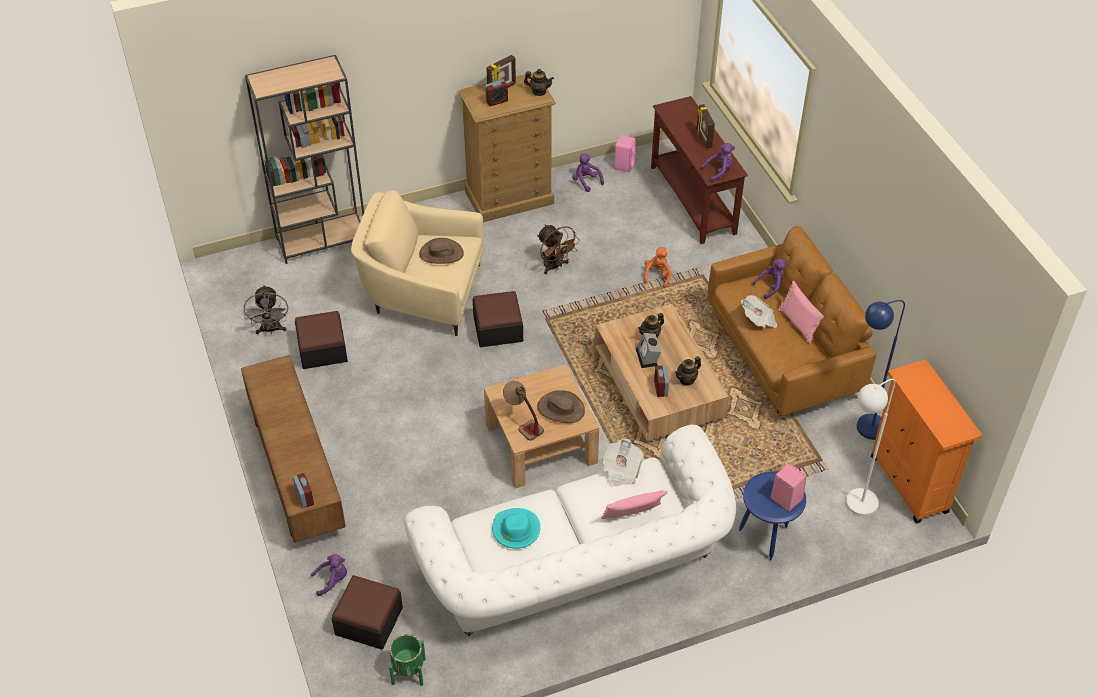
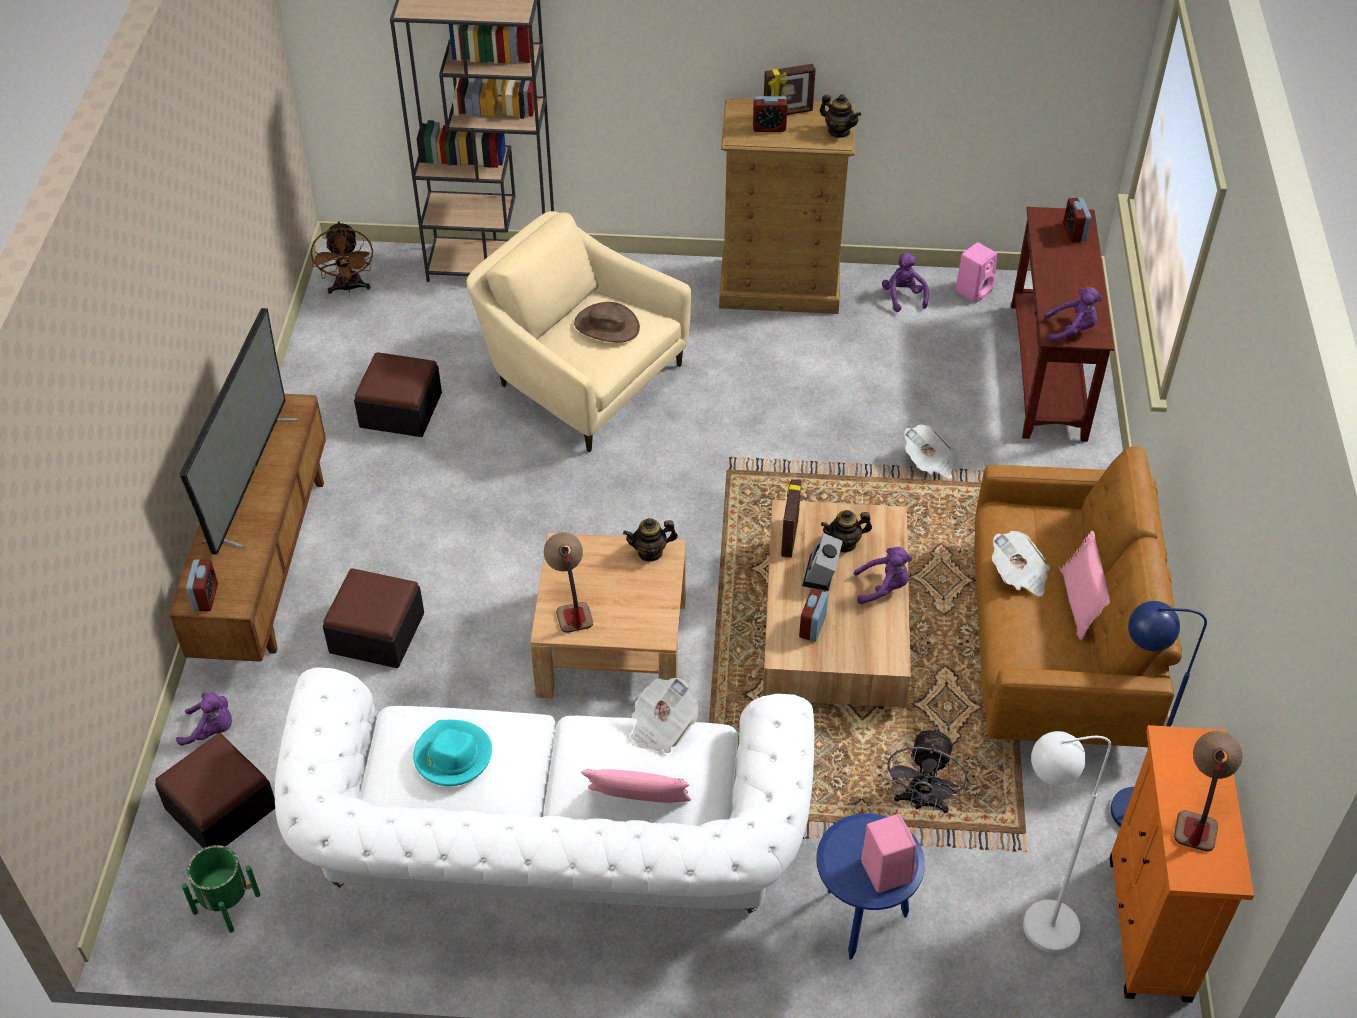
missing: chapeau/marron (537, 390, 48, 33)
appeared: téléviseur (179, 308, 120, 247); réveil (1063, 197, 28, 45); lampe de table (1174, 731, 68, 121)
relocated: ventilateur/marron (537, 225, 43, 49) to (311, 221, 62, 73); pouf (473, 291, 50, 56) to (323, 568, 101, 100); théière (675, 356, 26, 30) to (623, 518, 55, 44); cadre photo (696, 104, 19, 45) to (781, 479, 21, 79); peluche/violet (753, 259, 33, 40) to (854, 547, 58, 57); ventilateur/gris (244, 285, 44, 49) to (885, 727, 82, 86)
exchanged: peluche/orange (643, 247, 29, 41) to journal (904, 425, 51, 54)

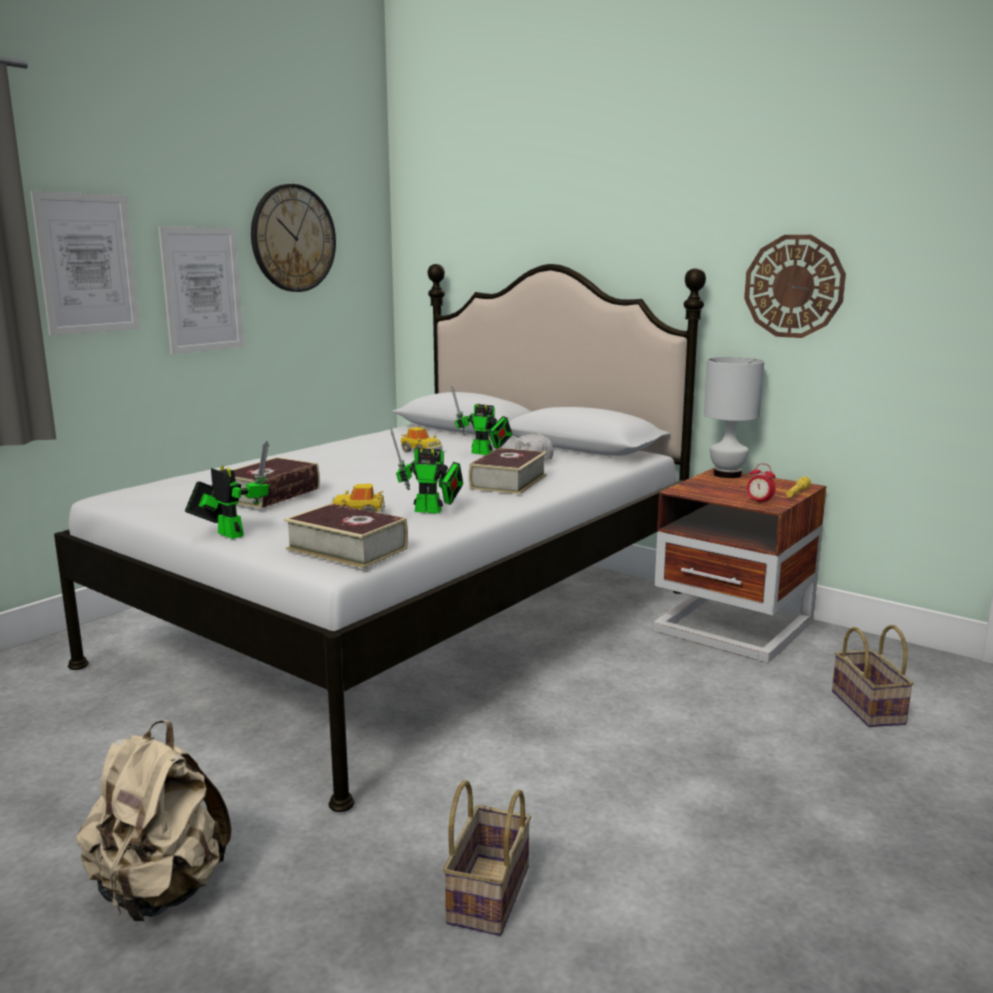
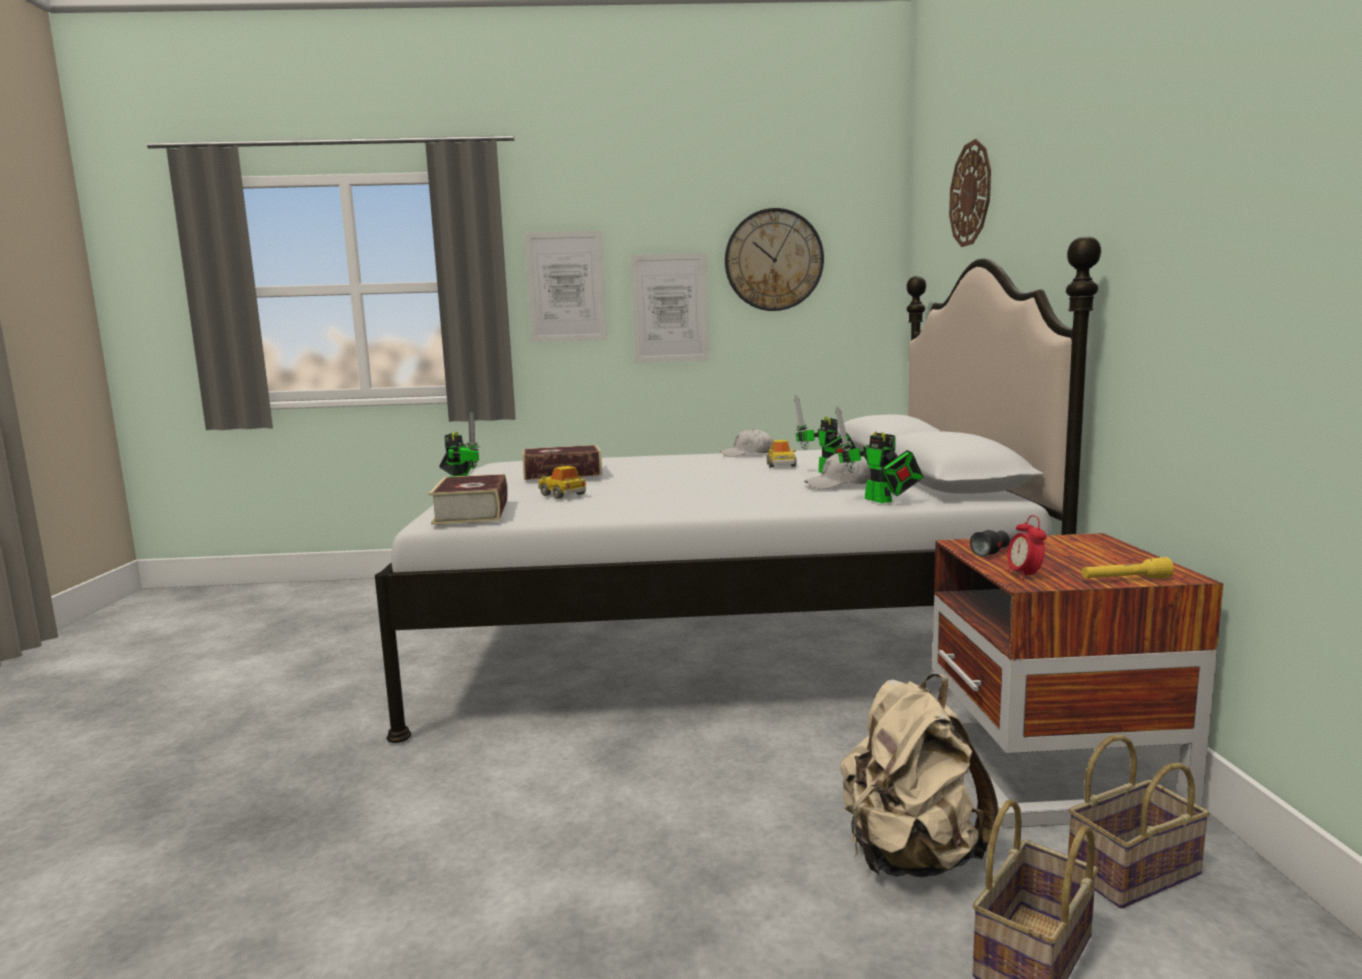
missing: livre (468, 448, 79, 46); lampe de table/blanc (704, 357, 60, 121)
appeared: casquette/blanc (721, 428, 52, 29); lampe de poche (970, 527, 58, 30)
relocated: robot jouet (390, 428, 73, 86) to (835, 406, 88, 97); sac à dos/beige (76, 720, 156, 201) to (840, 674, 158, 203); horloge murale (744, 235, 102, 103) to (949, 139, 42, 108); panier (443, 780, 88, 156) to (1068, 735, 142, 174)

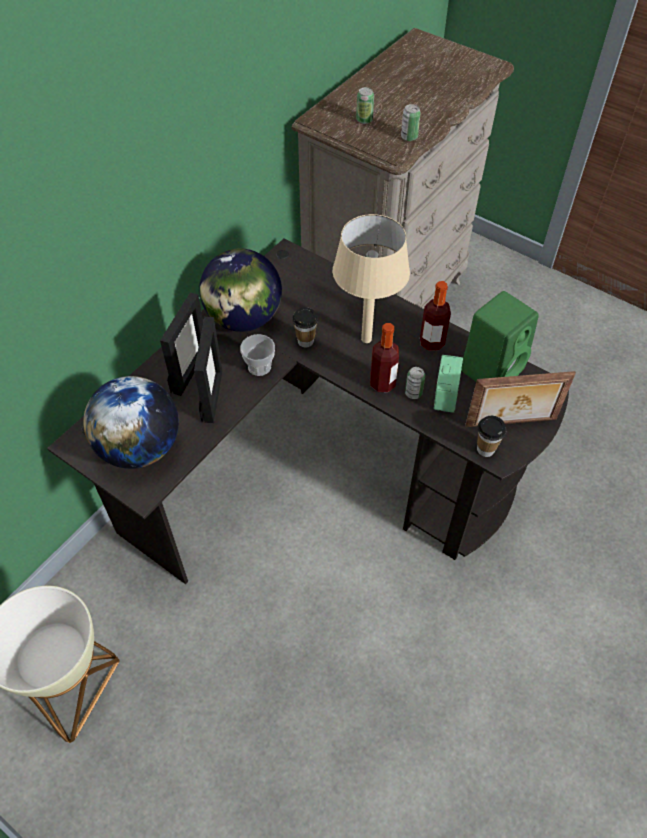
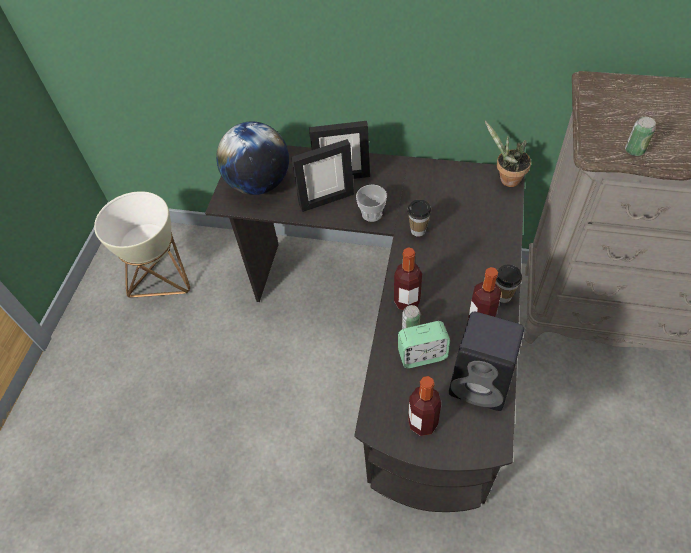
missing: globe (199, 248, 83, 84); lampe de table/beige (333, 214, 77, 129); boîte métallique (356, 87, 18, 37)
appeared: plante en pot (485, 121, 46, 66)
relocated: tasse (477, 416, 30, 41) to (495, 265, 27, 38)
exchanged: cadre photo (465, 371, 111, 56) to bouteille (408, 376, 33, 60)
colour: enceinte/vert (461, 291, 78, 91) to enceinte/noir (449, 312, 75, 99)

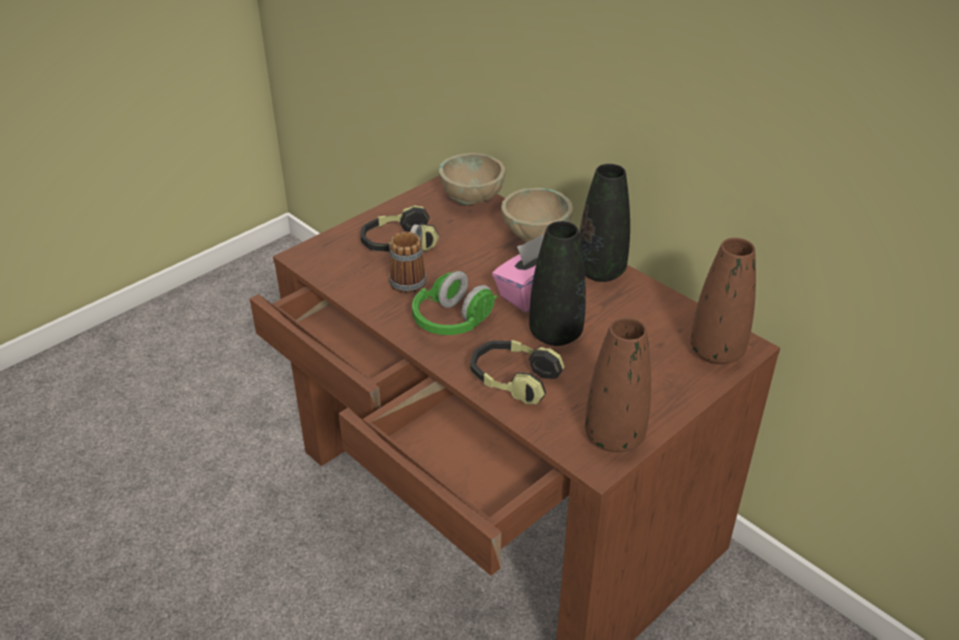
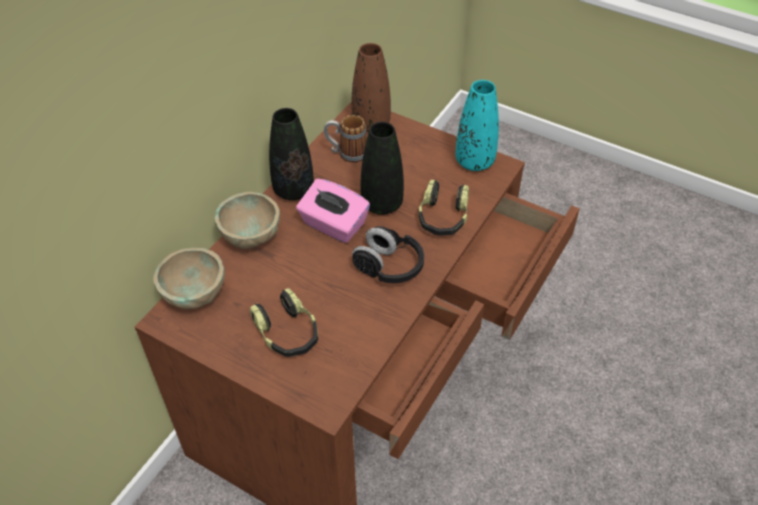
relocated: mug (389, 224, 37, 70) to (324, 115, 43, 48)
colour: casque audio/vert (412, 271, 85, 64) to casque audio/noir (352, 226, 72, 57); vase/marron (585, 317, 66, 135) to vase/turquoise (456, 80, 43, 91)

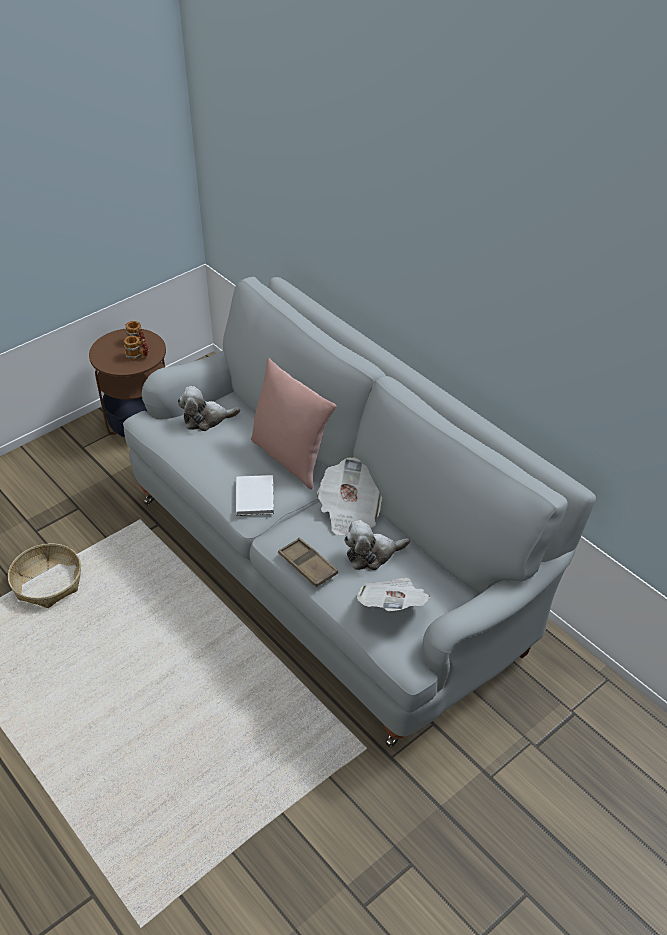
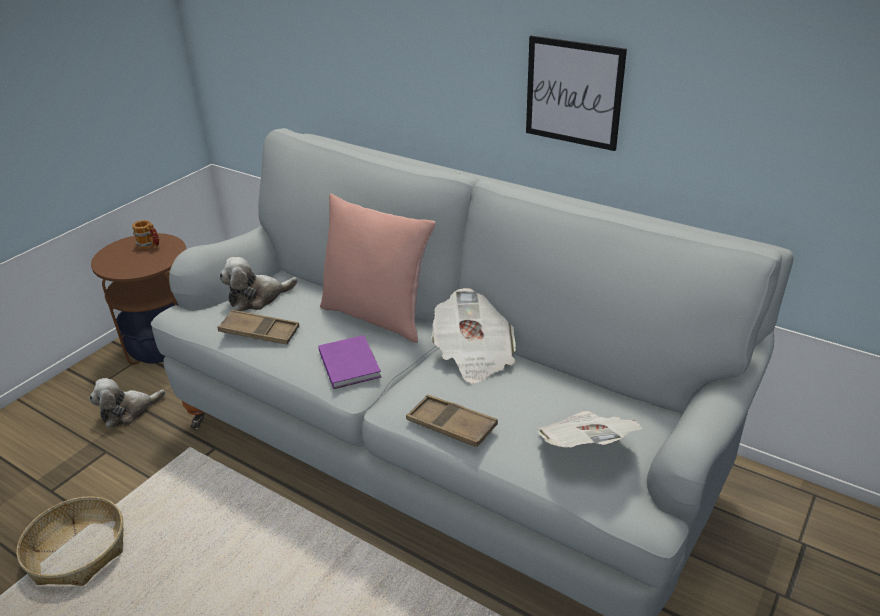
missing: mug (124, 336, 25, 25)
appeared: plateau/marron (218, 310, 81, 35); tableau (526, 36, 101, 115)
relocated: peluche (344, 520, 66, 50) to (89, 378, 77, 50)
colour: livre/blanc (236, 475, 38, 41) to livre/violet (318, 335, 63, 54)

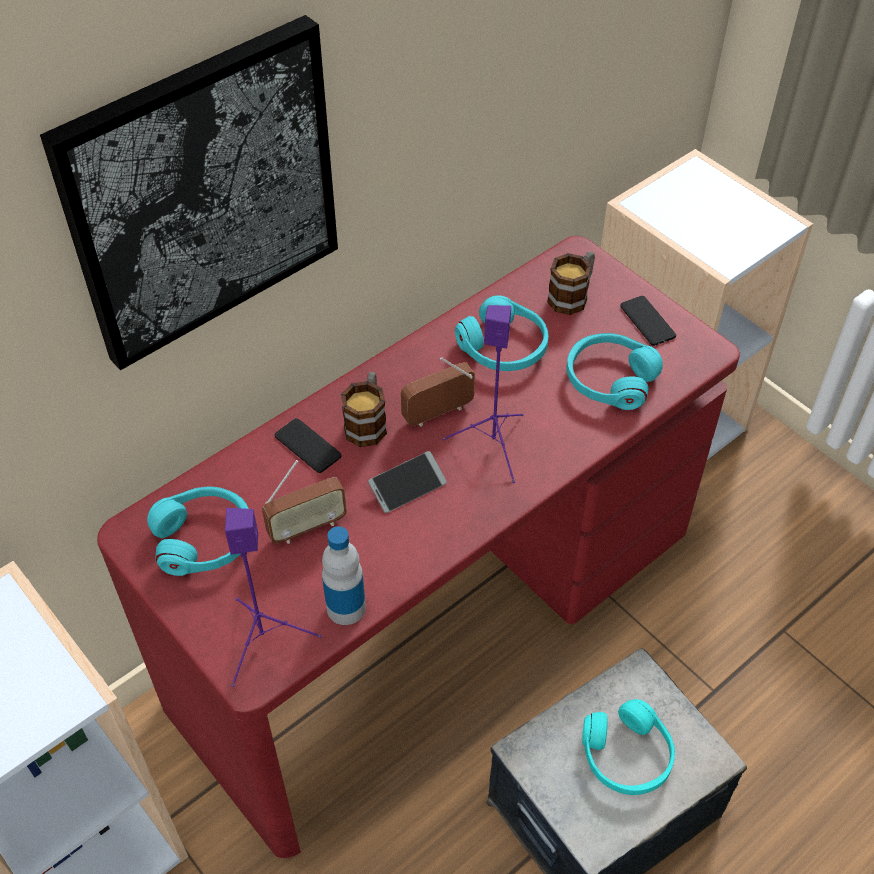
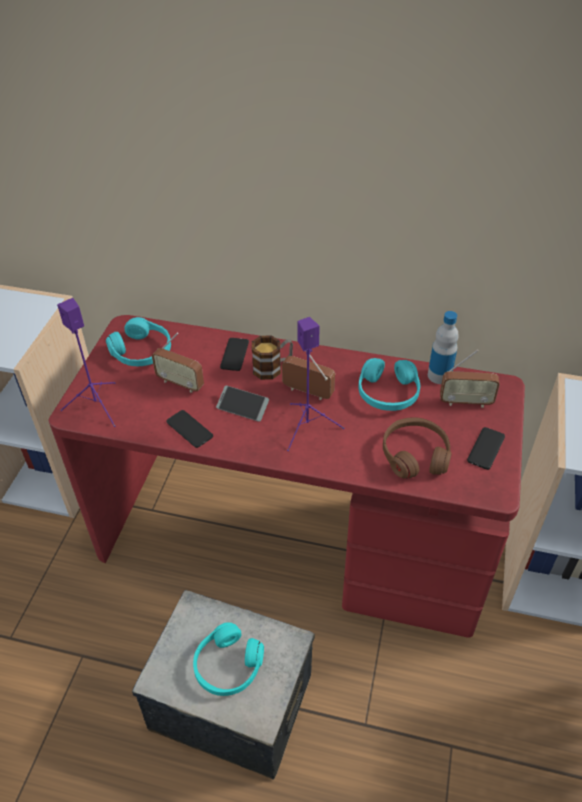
missing: tableau (40, 15, 298, 355)
appeared: téléphone (167, 410, 46, 38)
relocated: bouteille (322, 526, 44, 99) to (428, 311, 31, 73)
exchanged: mug (547, 251, 48, 64) to radio (440, 350, 60, 58)
colour: casque audio/turquoise (567, 333, 96, 77) to casque audio/marron (383, 417, 69, 62)

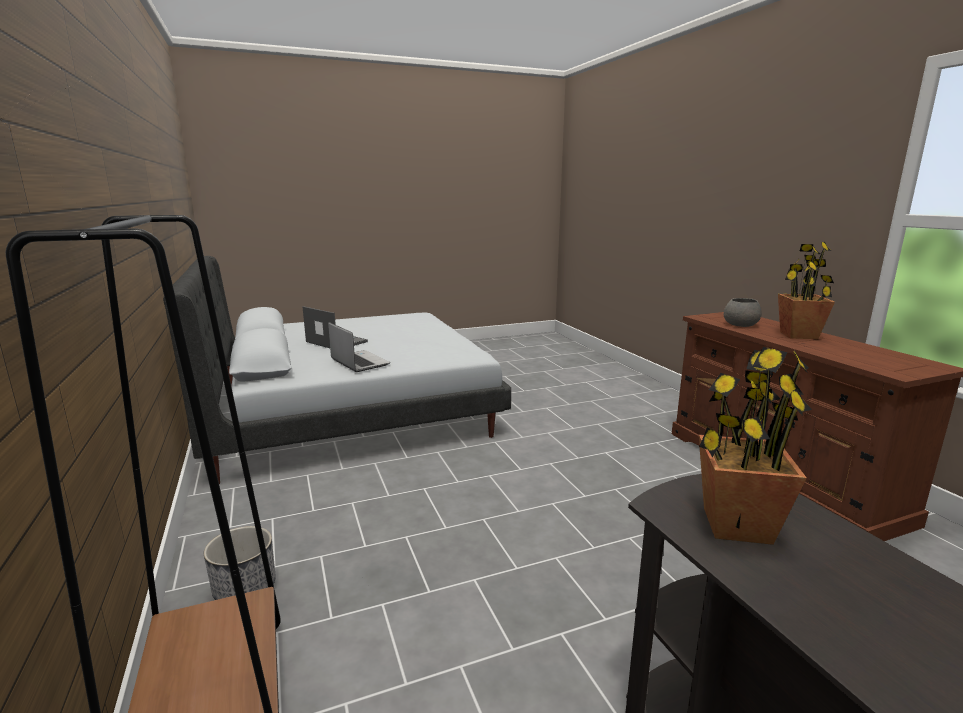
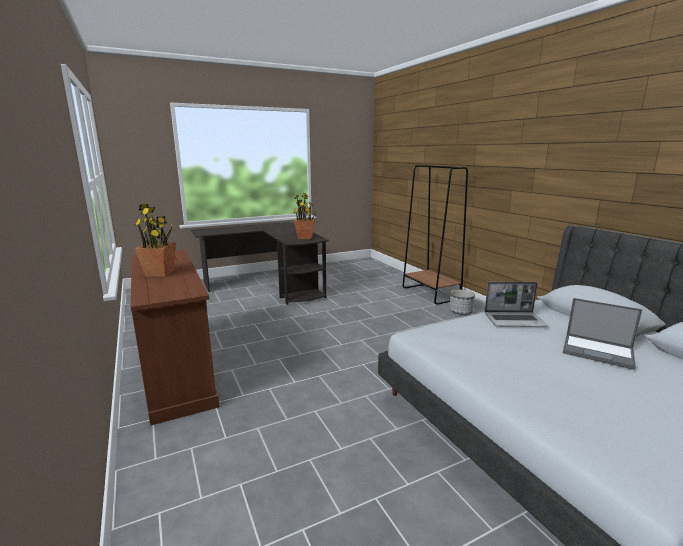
missing: bol/gris (724, 298, 38, 29)
spun: ordinateur portable (328, 322, 62, 50) = (484, 282, 64, 45) 45 degrees counterclockwise

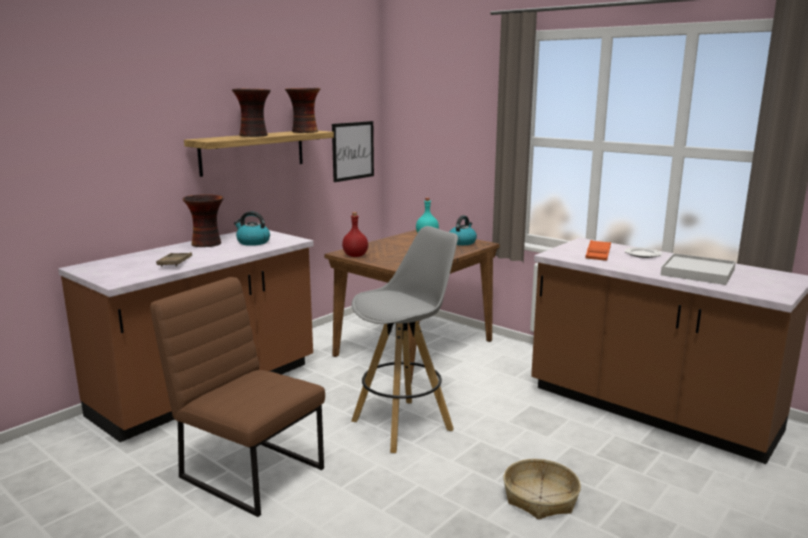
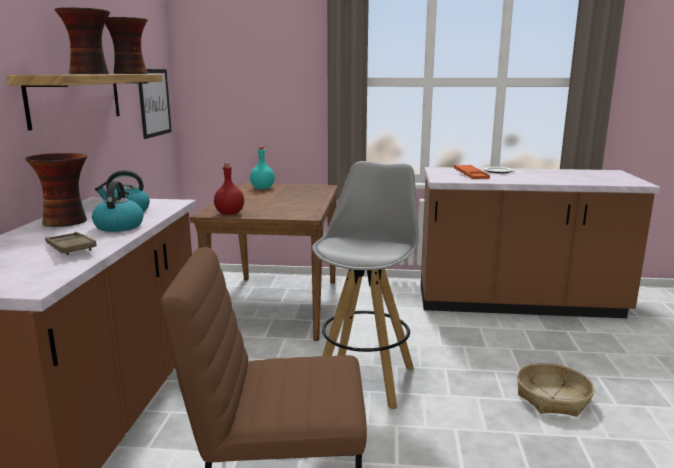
missing: plateau/blanc (661, 253, 75, 32)
relocated: bouilloire (449, 215, 28, 30) to (92, 181, 52, 51)

